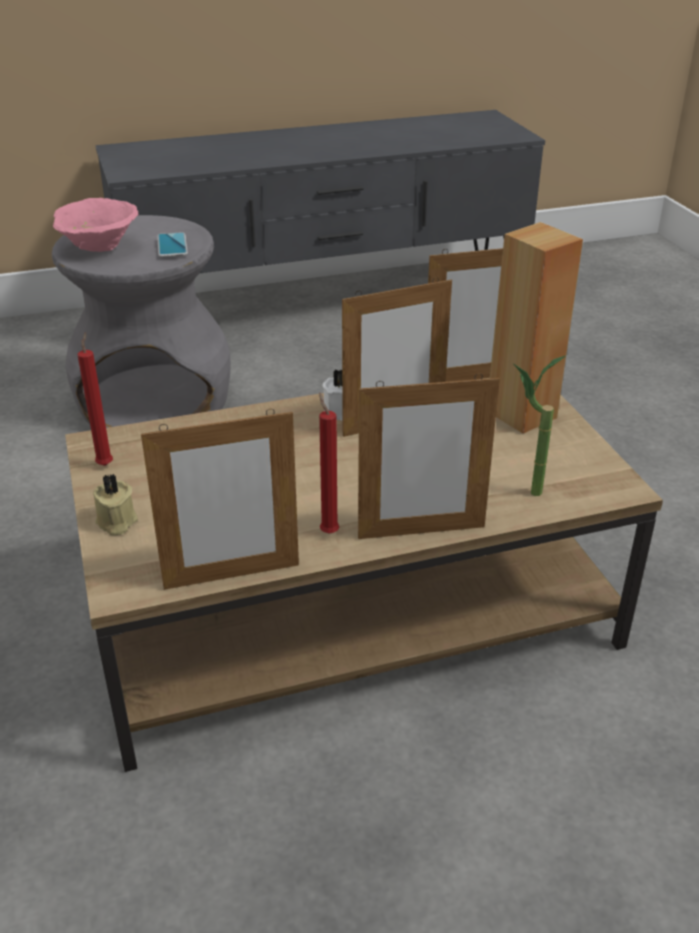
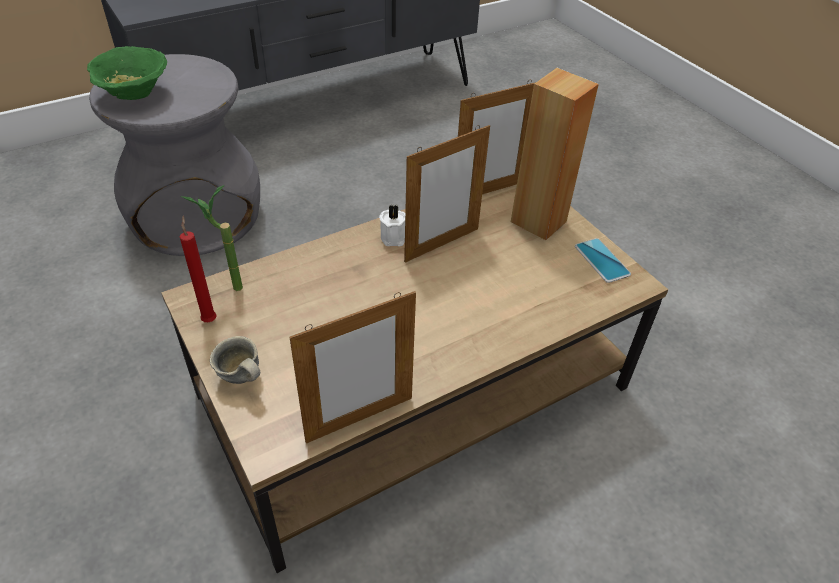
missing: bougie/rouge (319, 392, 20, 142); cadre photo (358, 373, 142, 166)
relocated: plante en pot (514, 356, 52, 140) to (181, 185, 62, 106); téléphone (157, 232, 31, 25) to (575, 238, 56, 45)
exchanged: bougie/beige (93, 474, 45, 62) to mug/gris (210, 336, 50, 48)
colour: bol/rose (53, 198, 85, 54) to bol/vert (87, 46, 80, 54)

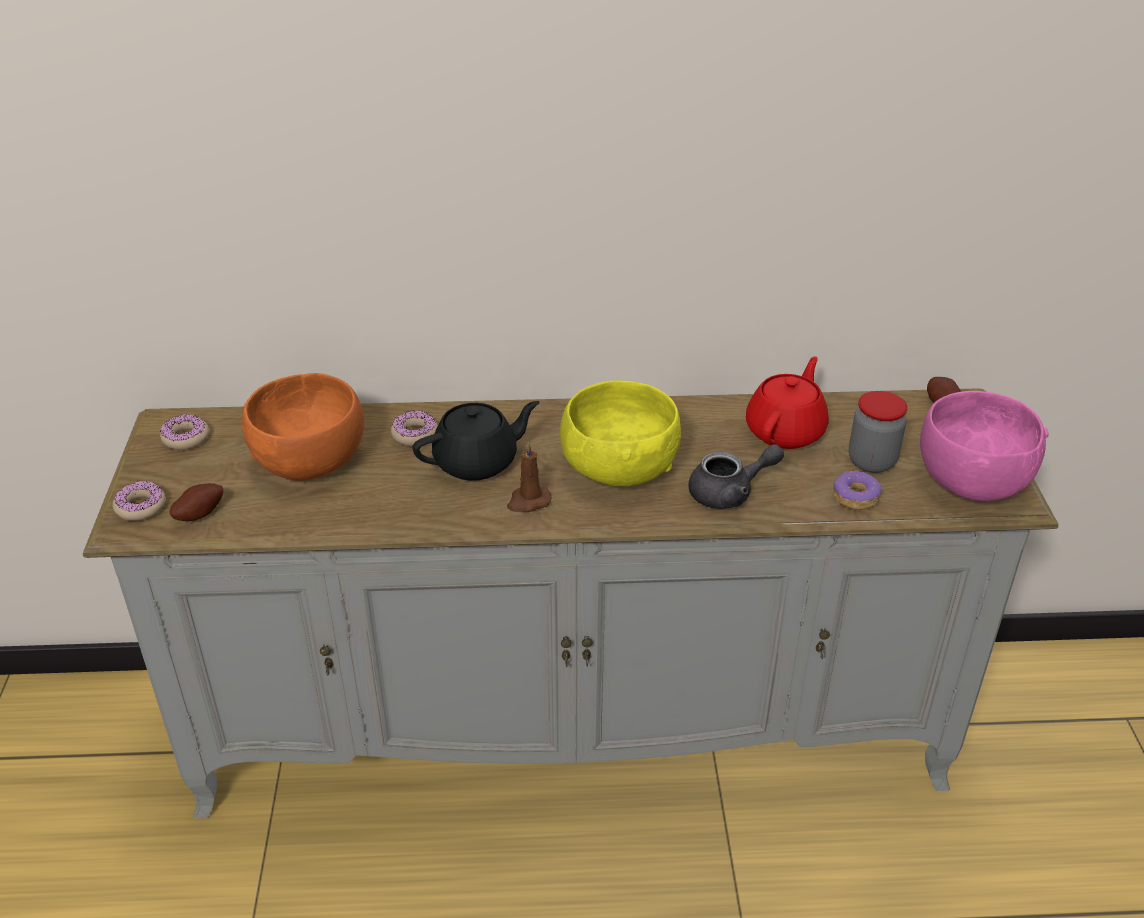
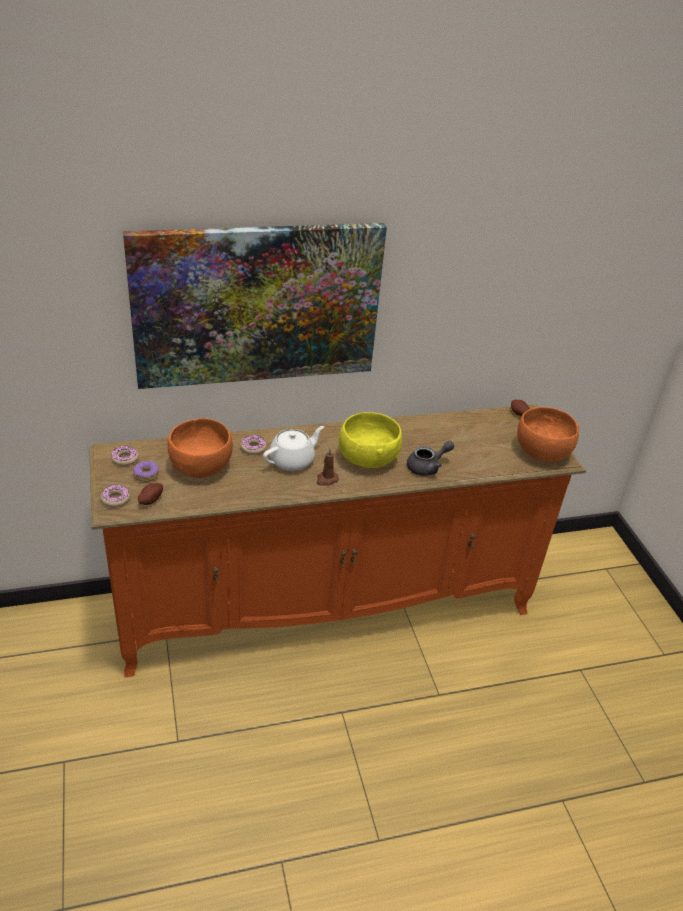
missing: théière/rouge (746, 356, 83, 93); bocal (849, 391, 58, 82)
appeared: tableau (123, 223, 264, 166)
relocated: beignet (833, 470, 49, 40) to (133, 460, 26, 22)
colour: meuble de rangement/gris (83, 388, 976, 431) to meuble de rangement/orange (89, 404, 497, 273); théière/noir (412, 401, 128, 80) to théière/blanc (263, 426, 61, 45); bol/rose (920, 391, 129, 110) to bol/orange (517, 407, 62, 55)

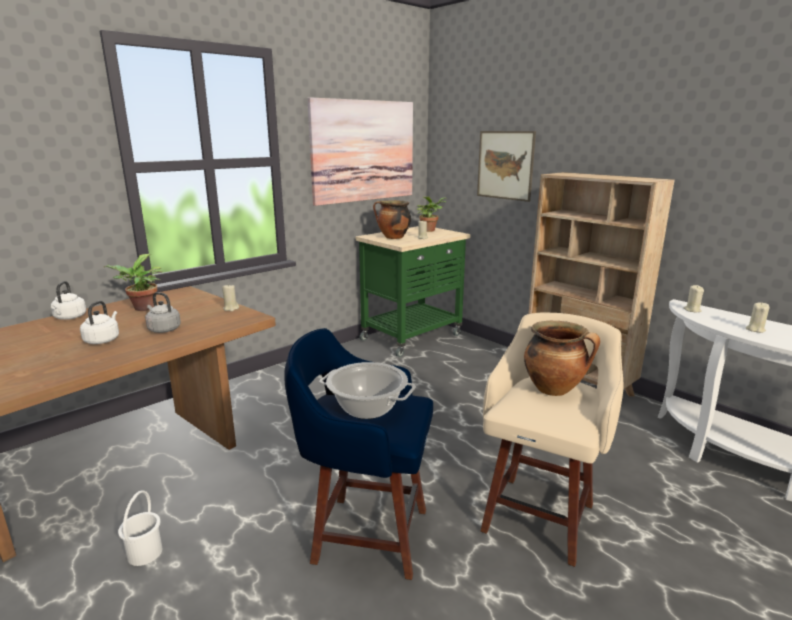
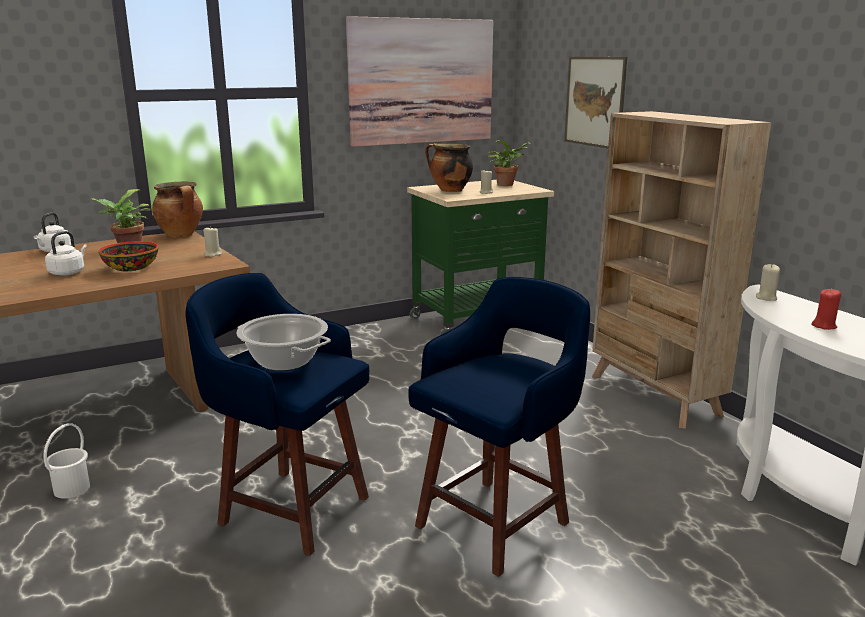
relocated: marmite (524, 321, 76, 75) to (152, 182, 51, 55)
exchanged: bouilloire/gris (145, 292, 36, 41) to bol (98, 241, 60, 30)
colour: tabouret/beige (481, 312, 142, 255) to tabouret/bleu (408, 277, 182, 300); bougie/beige (746, 302, 23, 31) to bougie/rouge (811, 289, 30, 41)

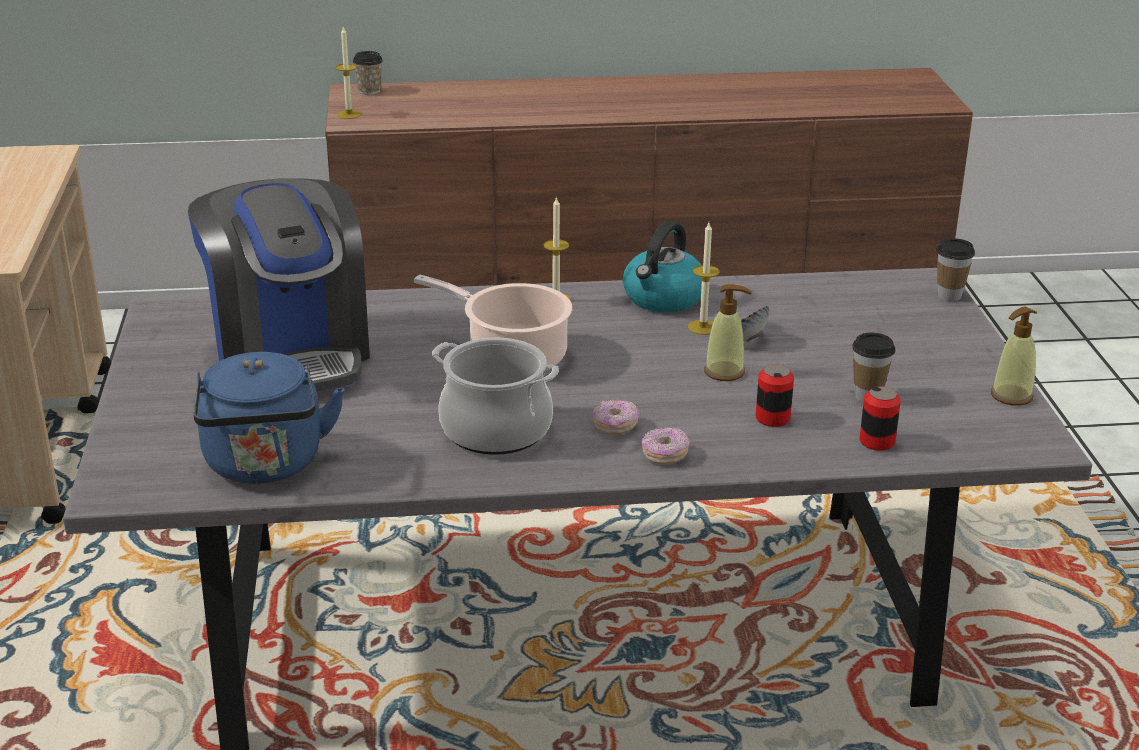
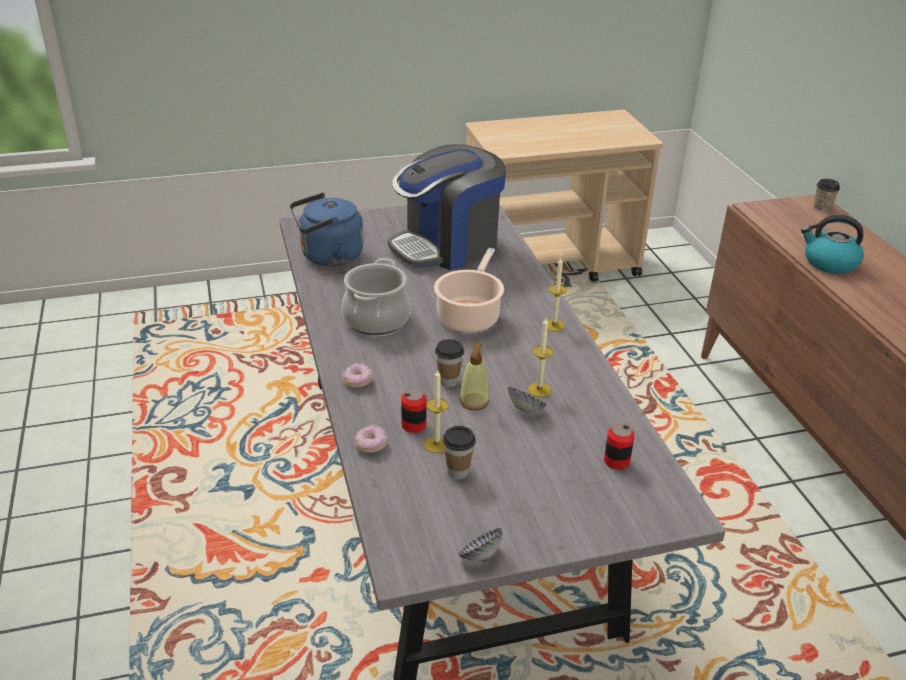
relocated: beignet (593, 400, 46, 35) to (354, 425, 33, 28); bougie (336, 27, 25, 92) to (424, 370, 24, 83); tasse (936, 238, 39, 63) to (435, 339, 29, 48); boîte métallique (859, 386, 42, 65) to (604, 424, 31, 46); bouilloire (623, 221, 79, 91) to (801, 215, 63, 59)
exchanged: distributeur de savon (991, 306, 46, 100) to bol (458, 528, 44, 34)

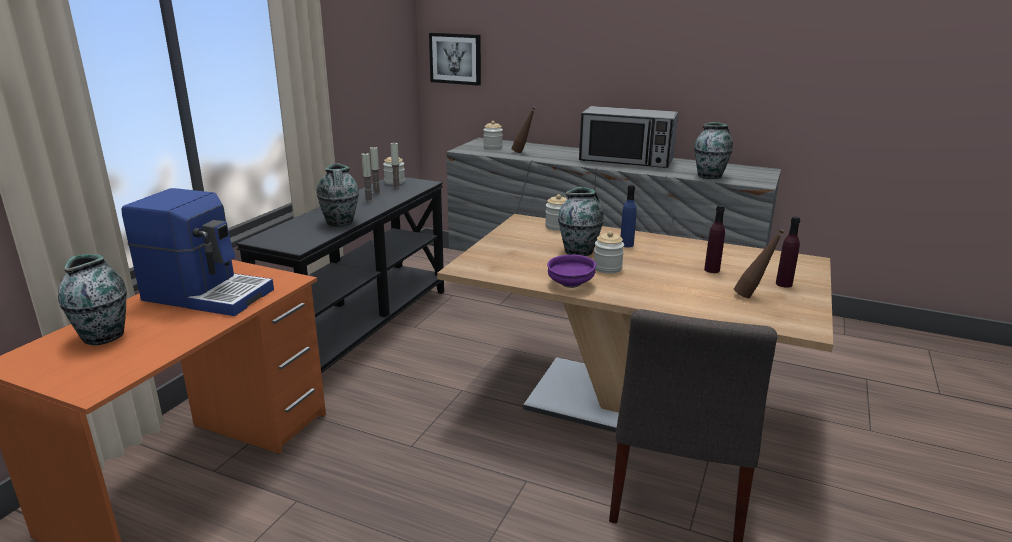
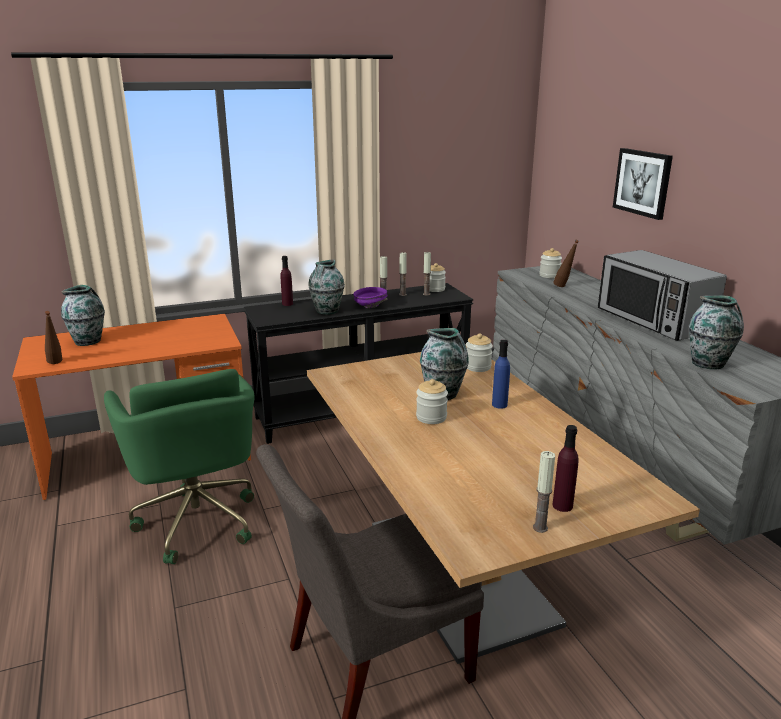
missing: machine à café (121, 188, 153, 128)
appeared: chaise de bureau/vert (104, 369, 151, 195); bougie (533, 451, 22, 82)
relocated: bouteille/marron (734, 229, 51, 69) to (45, 311, 17, 53); bouteille/violet (704, 205, 21, 68) to (280, 256, 13, 50); bol/violet (547, 255, 49, 33) to (353, 287, 35, 21); tableau (429, 33, 52, 53) to (613, 148, 60, 72)

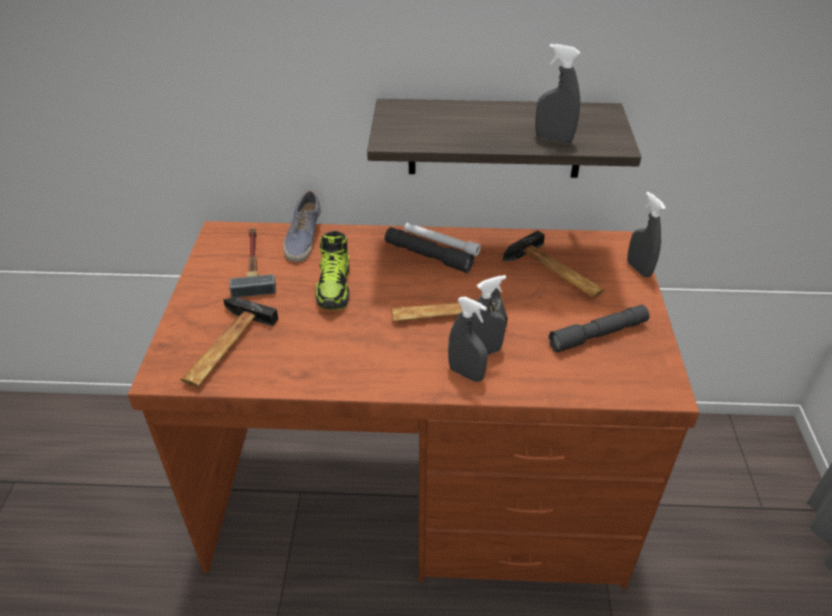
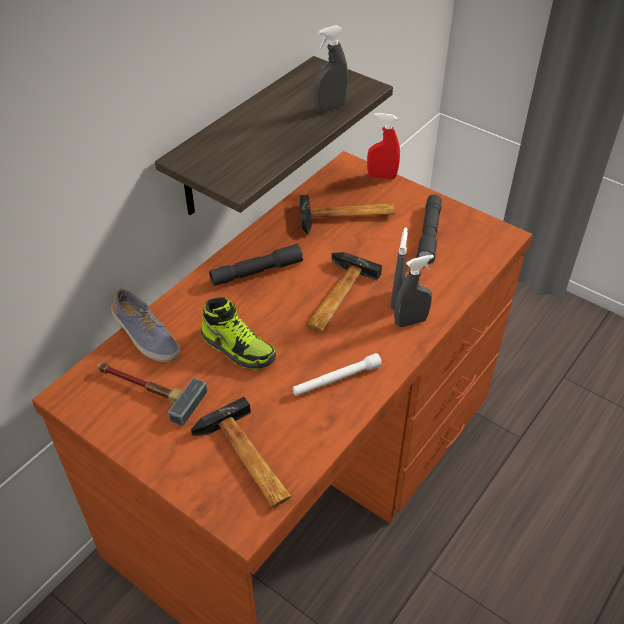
relocated: lampe de poche/blanc (404, 223, 77, 33) to (292, 353, 90, 43)
colour: vaporisateur/gris (627, 192, 39, 85) to vaporisateur/rouge (367, 113, 33, 66)

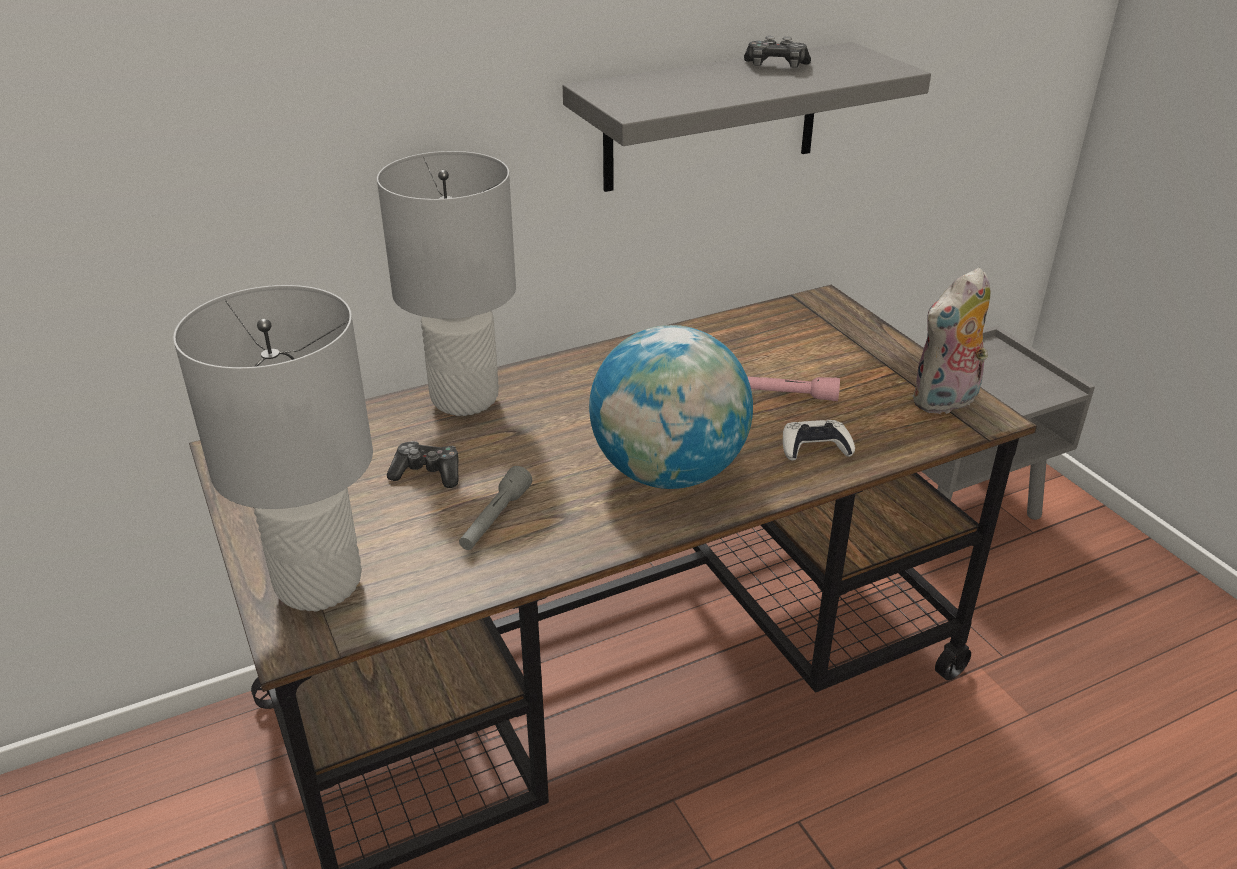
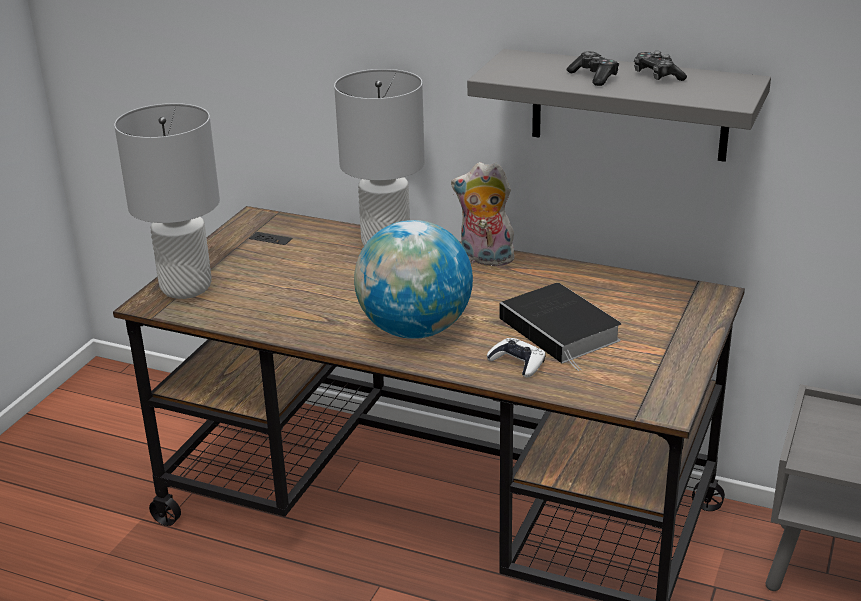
missing: lampe de poche/gris (459, 466, 73, 84)
relocated: peluche (911, 268, 80, 146) to (451, 162, 67, 104); manette (387, 441, 72, 47) to (567, 51, 52, 35)
exchanged: lampe de poche/rose (747, 376, 93, 25) to livre (499, 283, 122, 88)

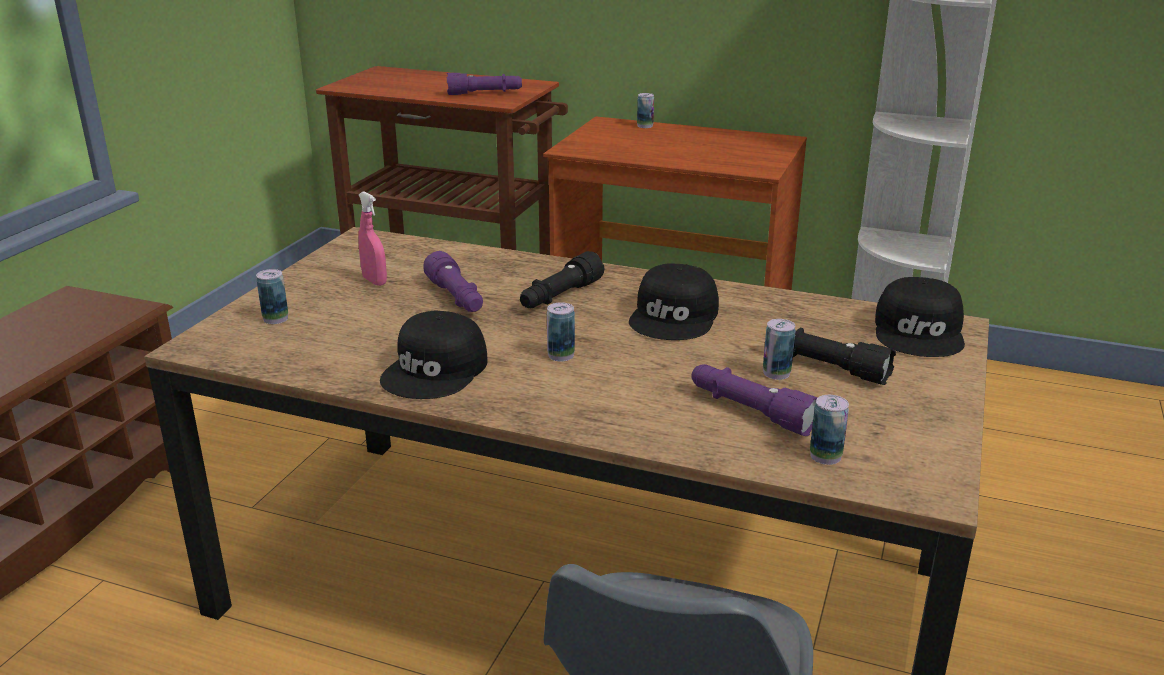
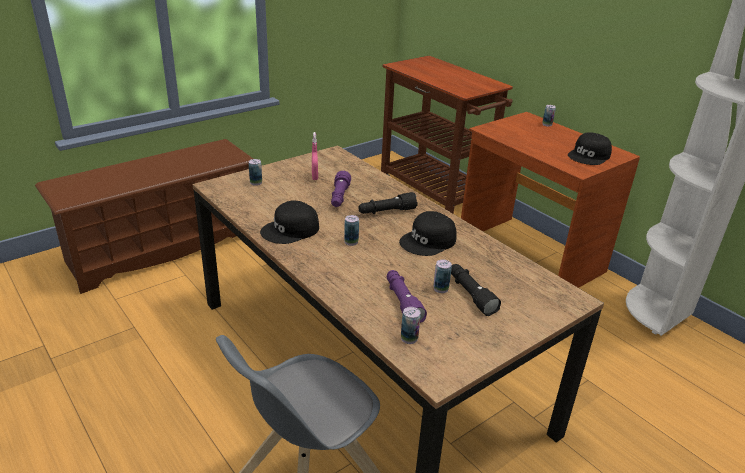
missing: lampe de poche/violet (447, 73, 75, 22)
relocated: casquette/noir (875, 277, 90, 80) to (568, 133, 44, 32)

